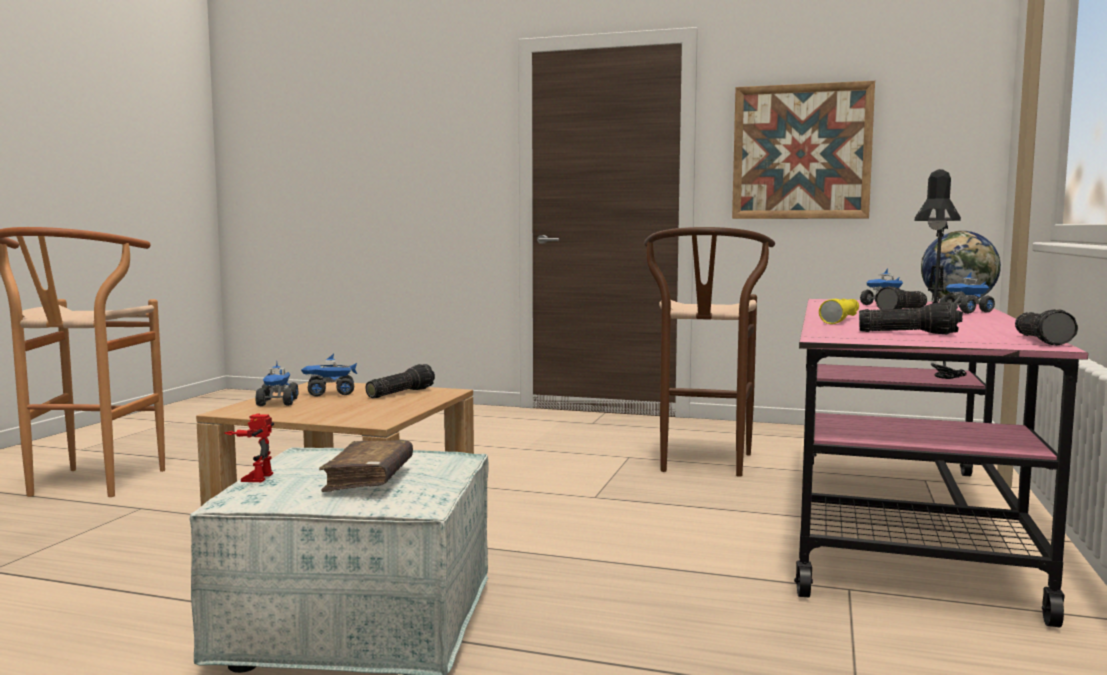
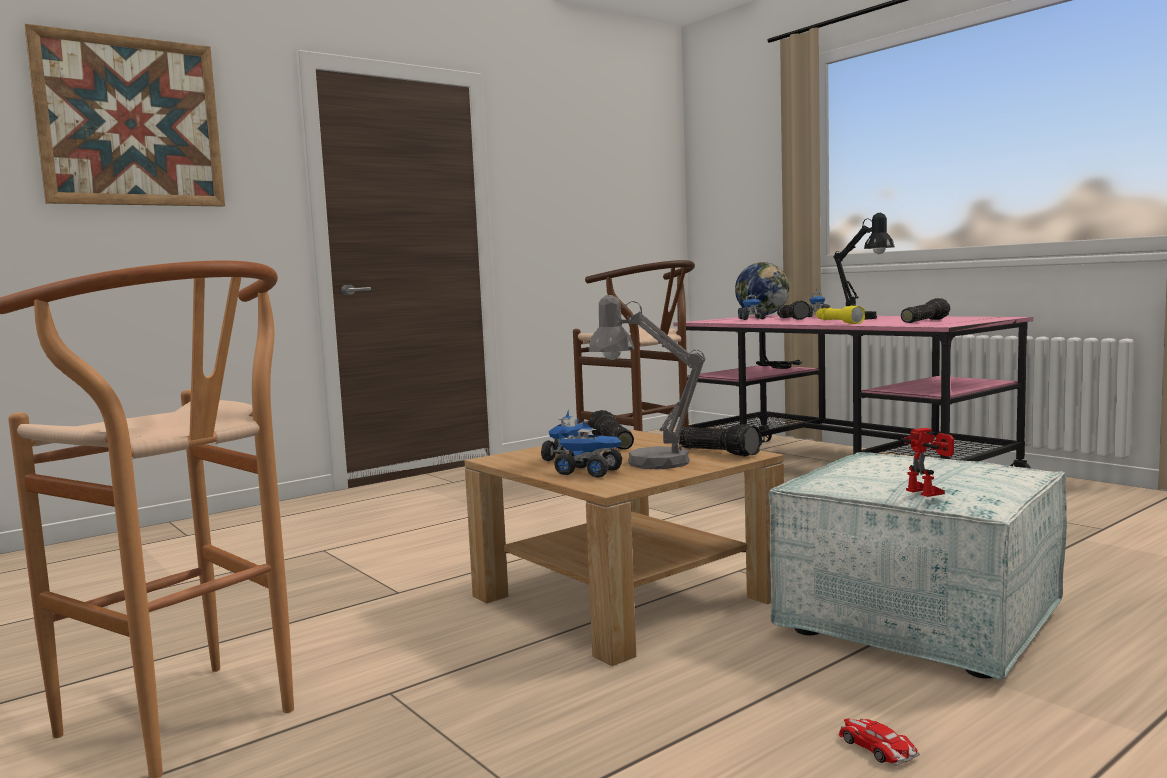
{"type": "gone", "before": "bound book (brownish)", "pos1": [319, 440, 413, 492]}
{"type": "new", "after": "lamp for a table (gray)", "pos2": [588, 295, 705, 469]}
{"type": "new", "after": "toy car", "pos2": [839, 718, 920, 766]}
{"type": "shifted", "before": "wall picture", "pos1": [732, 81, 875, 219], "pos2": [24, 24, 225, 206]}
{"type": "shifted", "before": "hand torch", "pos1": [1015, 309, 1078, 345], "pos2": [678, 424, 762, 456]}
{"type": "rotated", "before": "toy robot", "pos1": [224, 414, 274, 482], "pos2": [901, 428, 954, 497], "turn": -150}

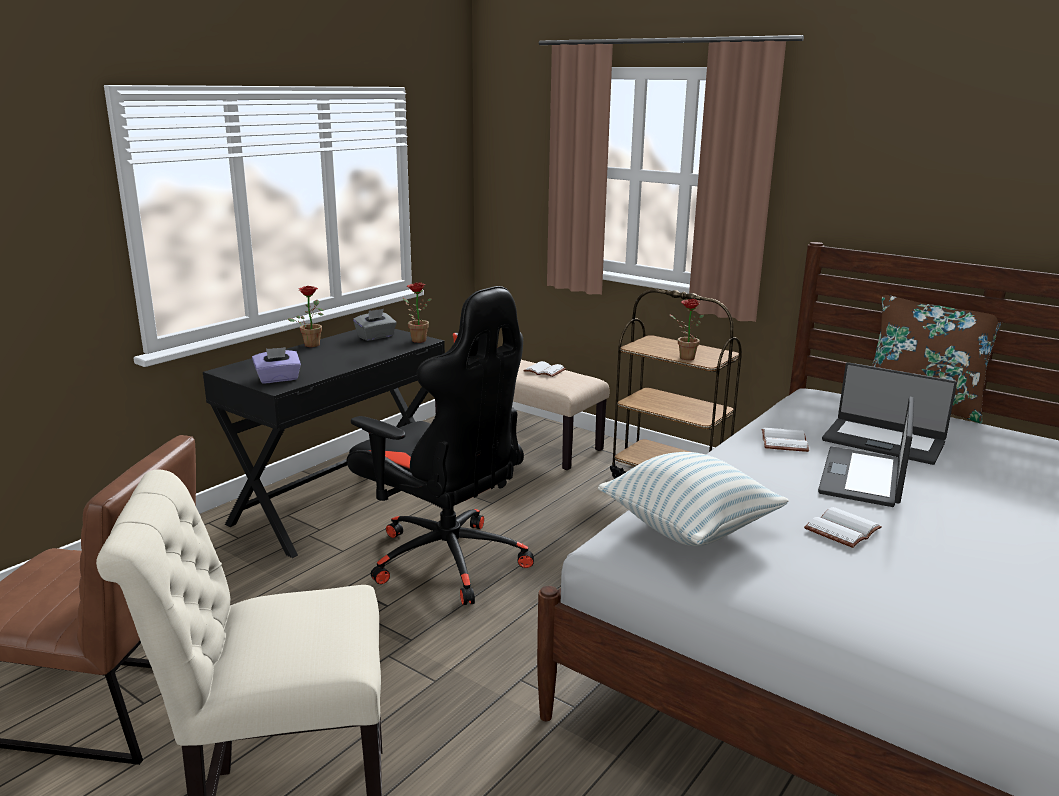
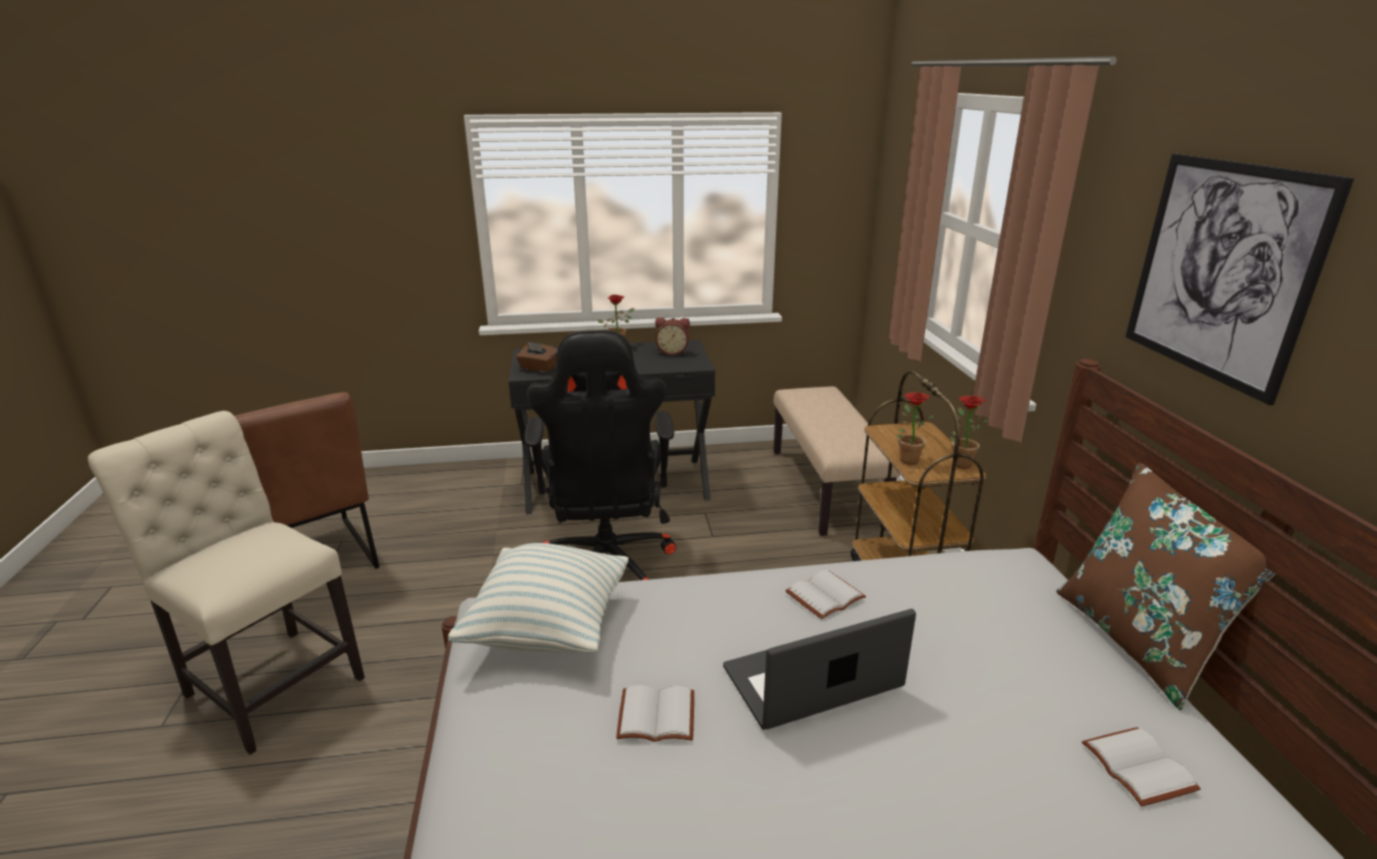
{"type": "gone", "before": "notebook computer", "pos1": [822, 362, 957, 465]}
{"type": "new", "after": "wall picture", "pos2": [1125, 154, 1354, 405]}
{"type": "shifted", "before": "potted plant", "pos1": [403, 282, 432, 343], "pos2": [950, 396, 988, 469]}
{"type": "shifted", "before": "bound book (white)", "pos1": [523, 361, 566, 377], "pos2": [1082, 727, 1201, 807]}
{"type": "swapped", "before": "tissue holder (gray)", "after": "table clock", "pos1": [353, 309, 397, 341], "pos2": [655, 317, 690, 355]}
{"type": "repainted", "before": "tissue holder (purple-coloured)", "after": "tissue holder (brownish)", "pos1": [252, 347, 301, 384], "pos2": [516, 342, 558, 373]}

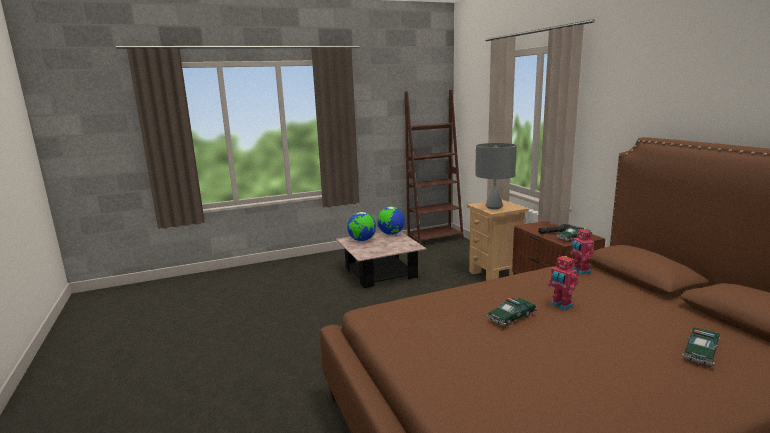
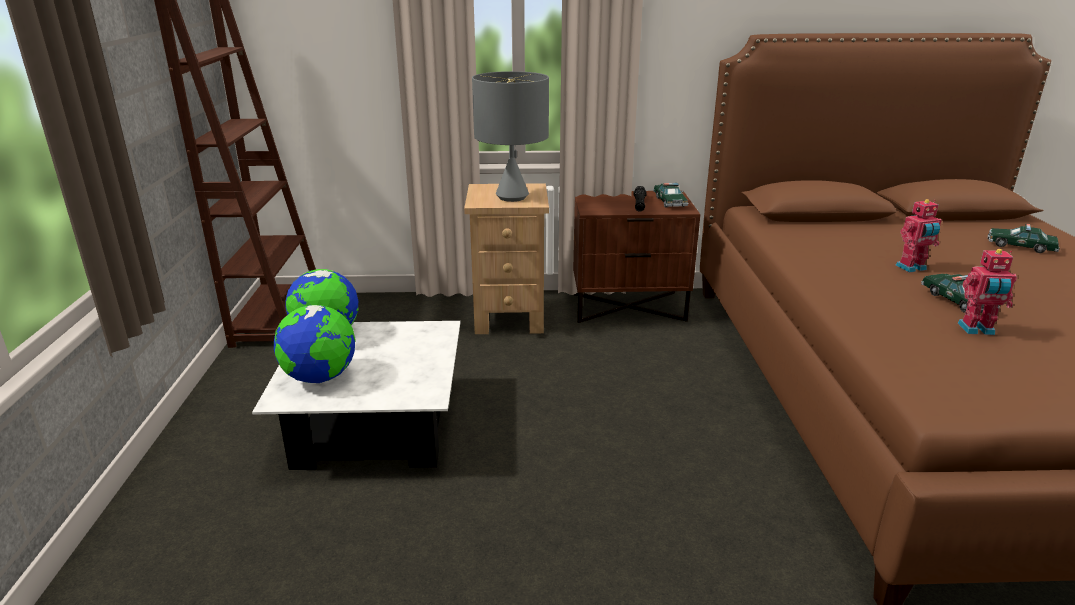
{"type": "shifted", "before": "toy robot", "pos1": [570, 227, 595, 274], "pos2": [958, 249, 1017, 335]}
{"type": "repainted", "before": "low table (pinkish)", "after": "low table (white)", "pos1": [336, 231, 427, 288], "pos2": [252, 321, 461, 470]}
{"type": "rotated", "before": "toy car", "pos1": [682, 327, 721, 366], "pos2": [987, 224, 1059, 253], "turn": 150}

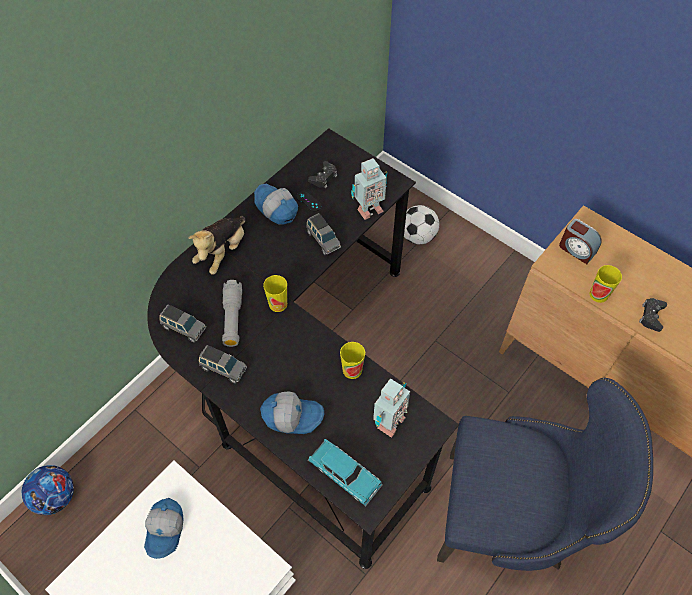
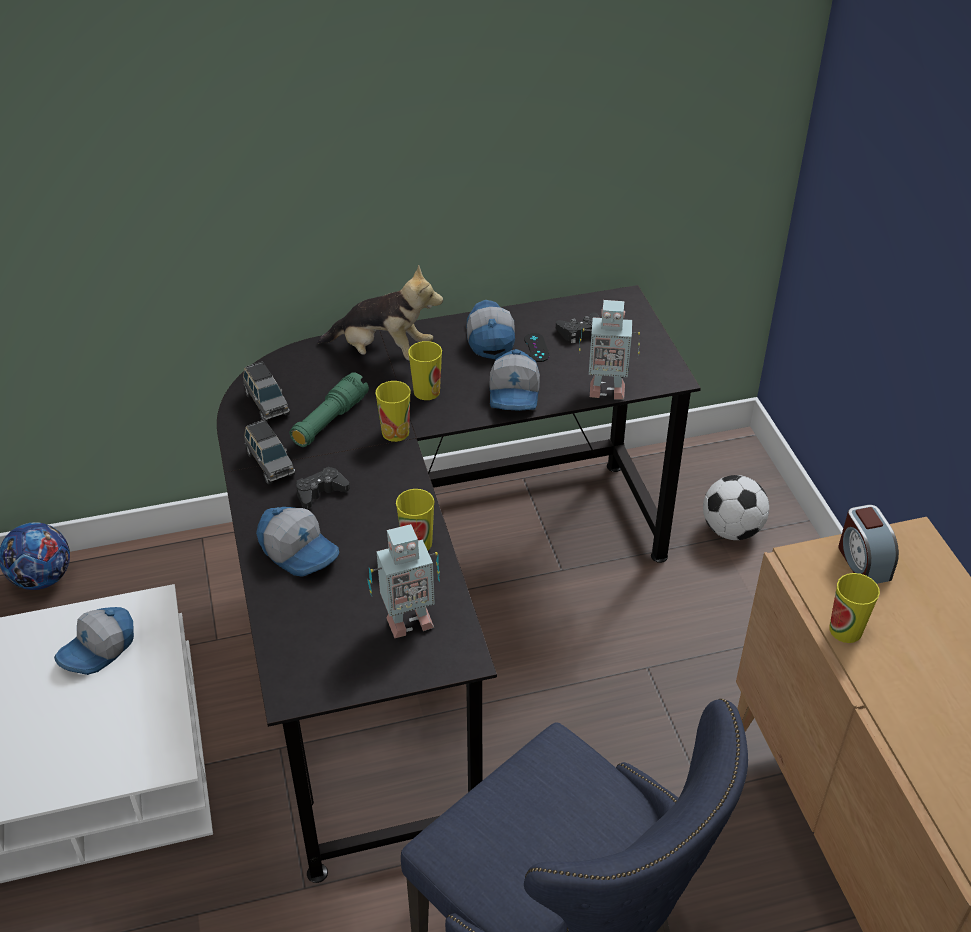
{"type": "gone", "before": "toy car (blue-green)", "pos1": [308, 439, 383, 507]}
{"type": "new", "after": "small cup", "pos2": [408, 341, 442, 400]}
{"type": "shifted", "before": "game controller (black-coloured)", "pos1": [639, 298, 667, 332], "pos2": [296, 467, 350, 509]}
{"type": "swapped", "before": "toy car (gray)", "after": "cap", "pos1": [306, 213, 341, 255], "pos2": [489, 349, 540, 411]}
{"type": "repainted", "before": "hand torch (gray)", "after": "hand torch (green-coloured)", "pos1": [222, 280, 242, 347], "pos2": [290, 372, 369, 447]}
{"type": "rotated", "before": "soft toy", "pos1": [189, 216, 246, 274], "pos2": [317, 265, 443, 361], "turn": -135}

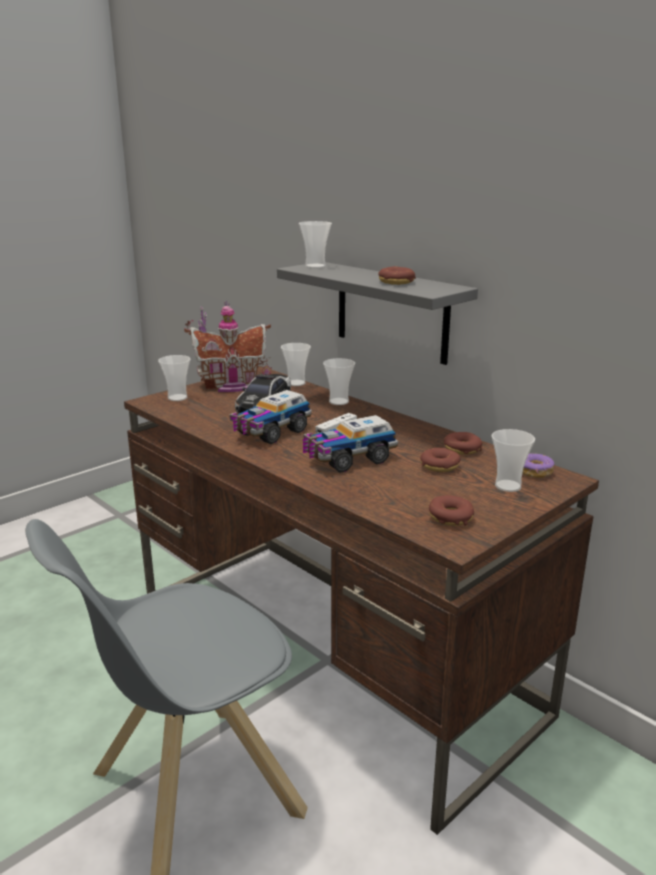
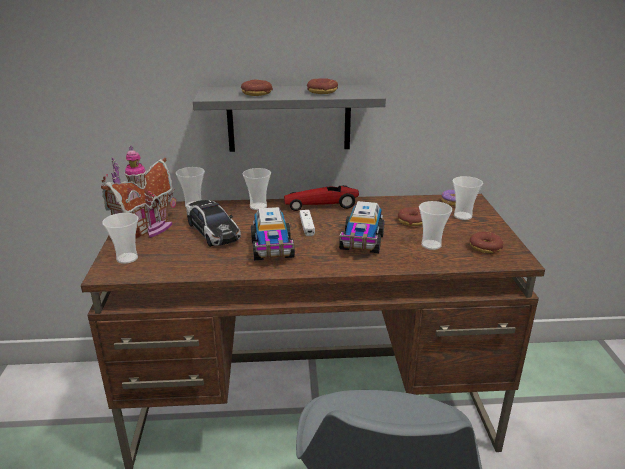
{"type": "new", "after": "toy car", "pos2": [284, 185, 359, 211]}
{"type": "shifted", "before": "small cup", "pos1": [299, 221, 332, 268], "pos2": [419, 201, 452, 250]}
{"type": "shifted", "before": "ring doughnut", "pos1": [444, 432, 482, 455], "pos2": [241, 79, 273, 96]}

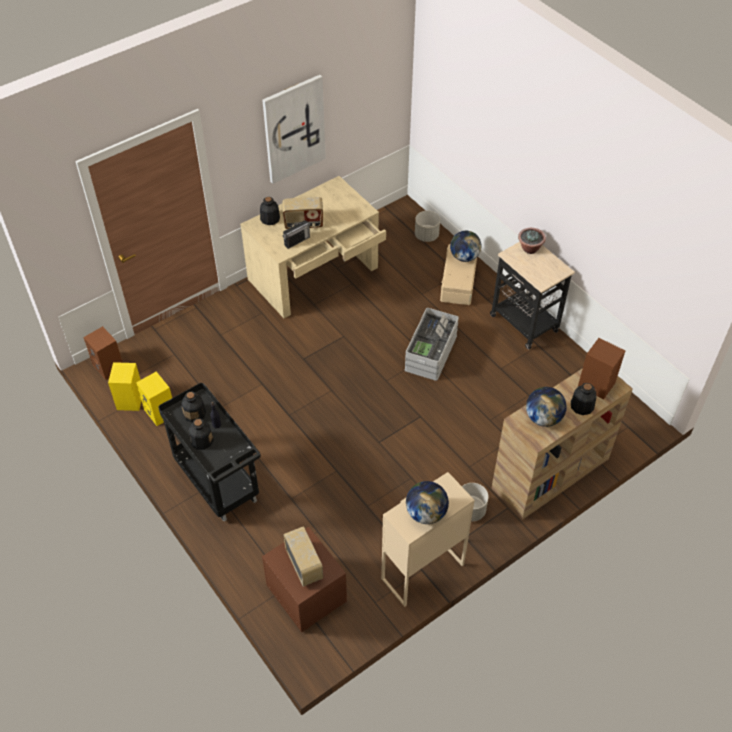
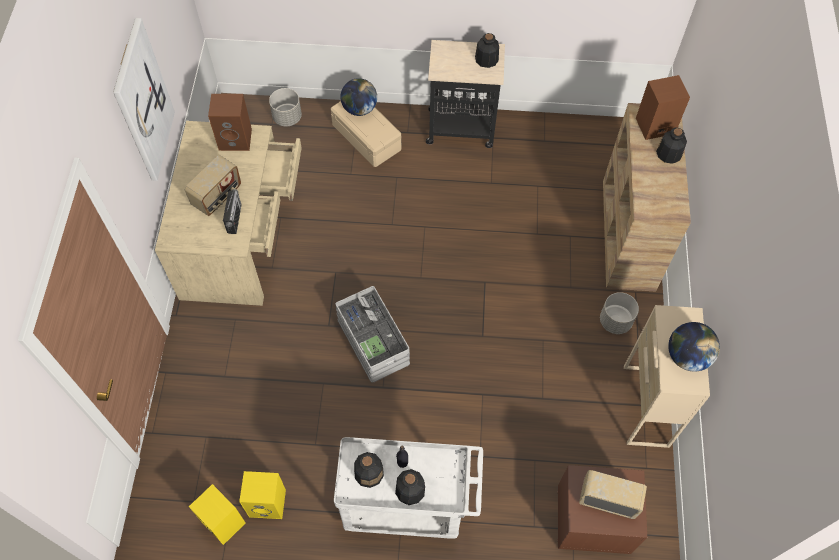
{"type": "gone", "before": "potted plant", "pos1": [518, 228, 546, 254]}
{"type": "gone", "before": "globe", "pos1": [526, 387, 567, 427]}
{"type": "shifted", "before": "audio speaker (brownish)", "pos1": [83, 326, 123, 380], "pos2": [208, 94, 252, 151]}
{"type": "shifted", "before": "beverage bottle", "pos1": [260, 197, 280, 225], "pos2": [475, 33, 499, 68]}
{"type": "shifted", "before": "storage box (gray)", "pos1": [404, 308, 459, 381], "pos2": [335, 286, 410, 383]}
{"type": "repainted", "before": "cart (black-coloured)", "after": "cart (white)", "pos1": [158, 383, 261, 521], "pos2": [334, 437, 483, 539]}

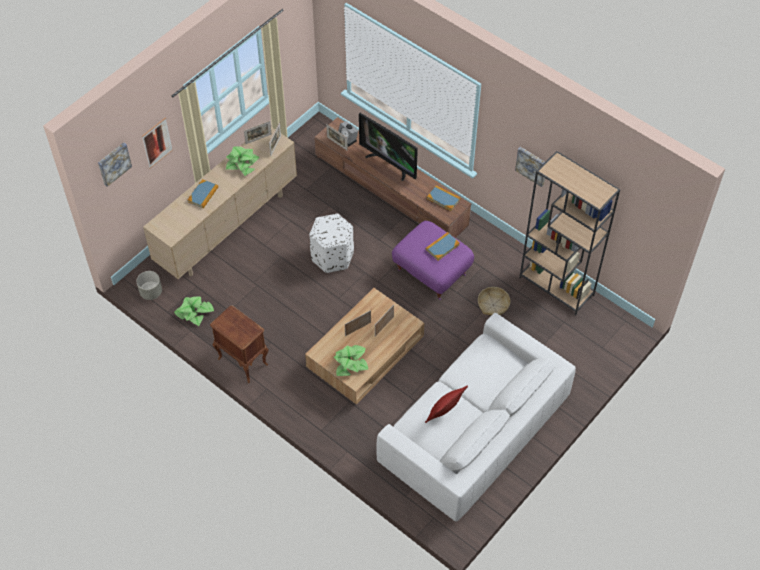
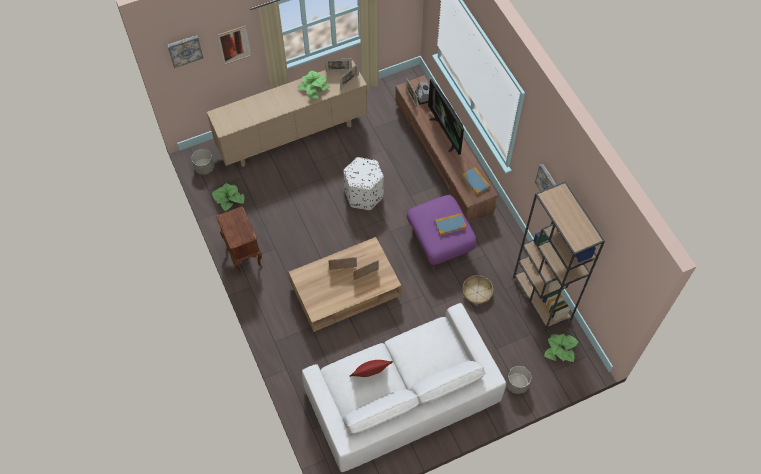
{"type": "gone", "before": "bound book", "pos1": [188, 179, 218, 208]}
{"type": "new", "after": "planter (gray)", "pos2": [506, 366, 531, 394]}
{"type": "shifted", "before": "potted plant", "pos1": [334, 345, 368, 376], "pos2": [544, 334, 579, 362]}

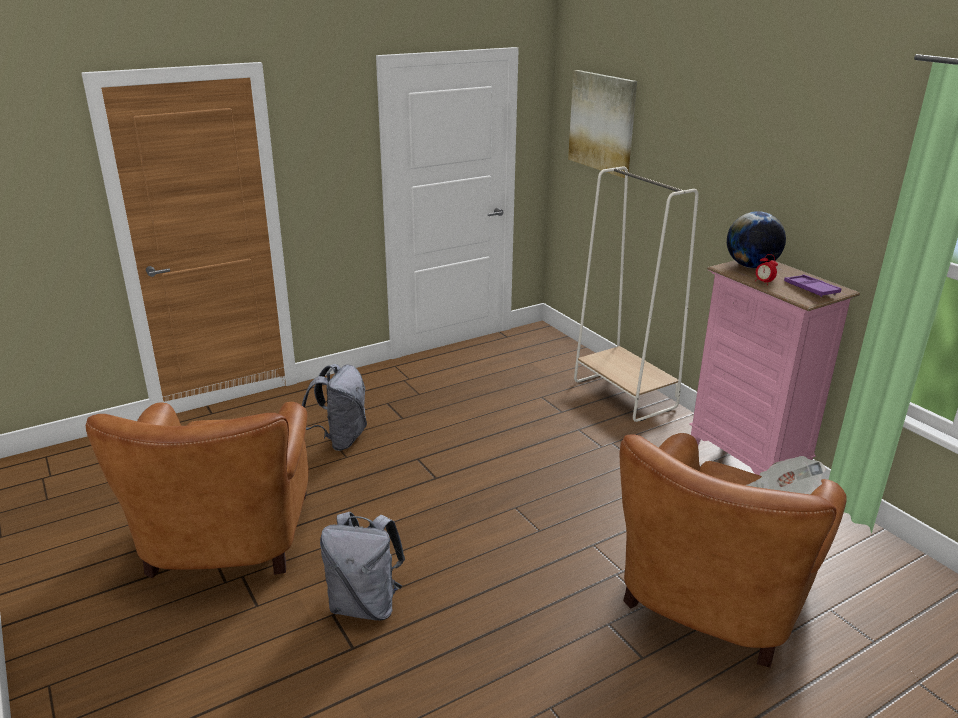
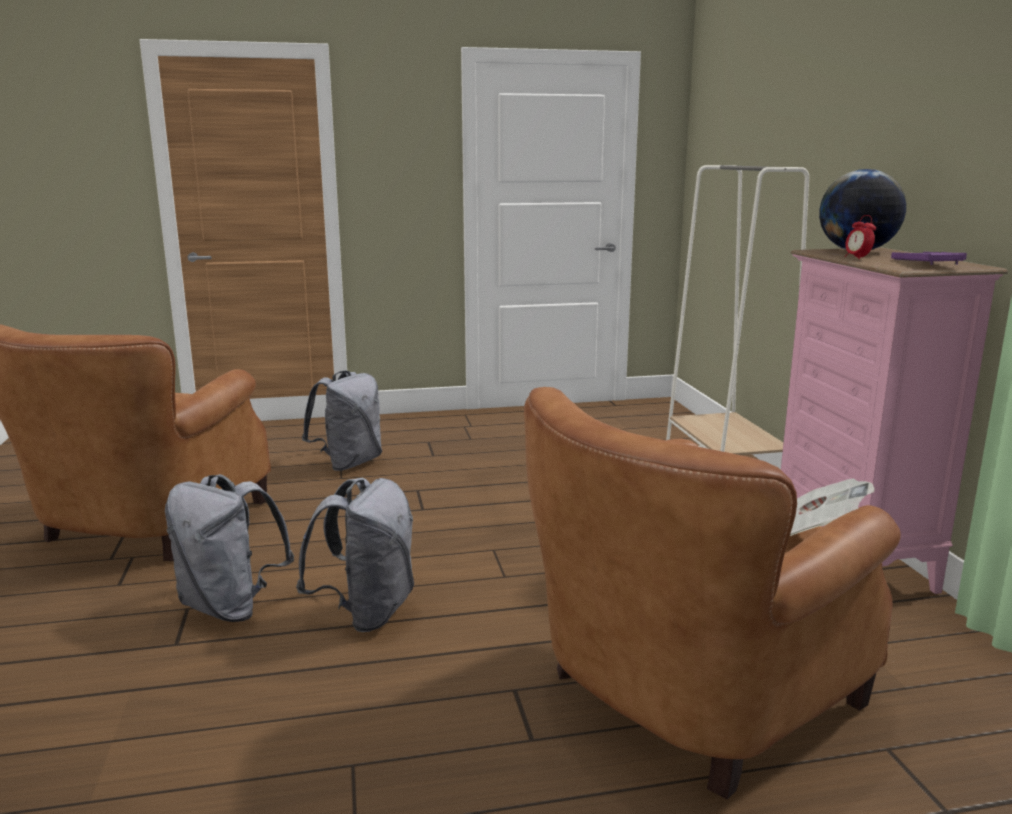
{"type": "gone", "before": "wall picture", "pos1": [568, 70, 637, 178]}
{"type": "new", "after": "backpack (gray)", "pos2": [296, 478, 414, 632]}

